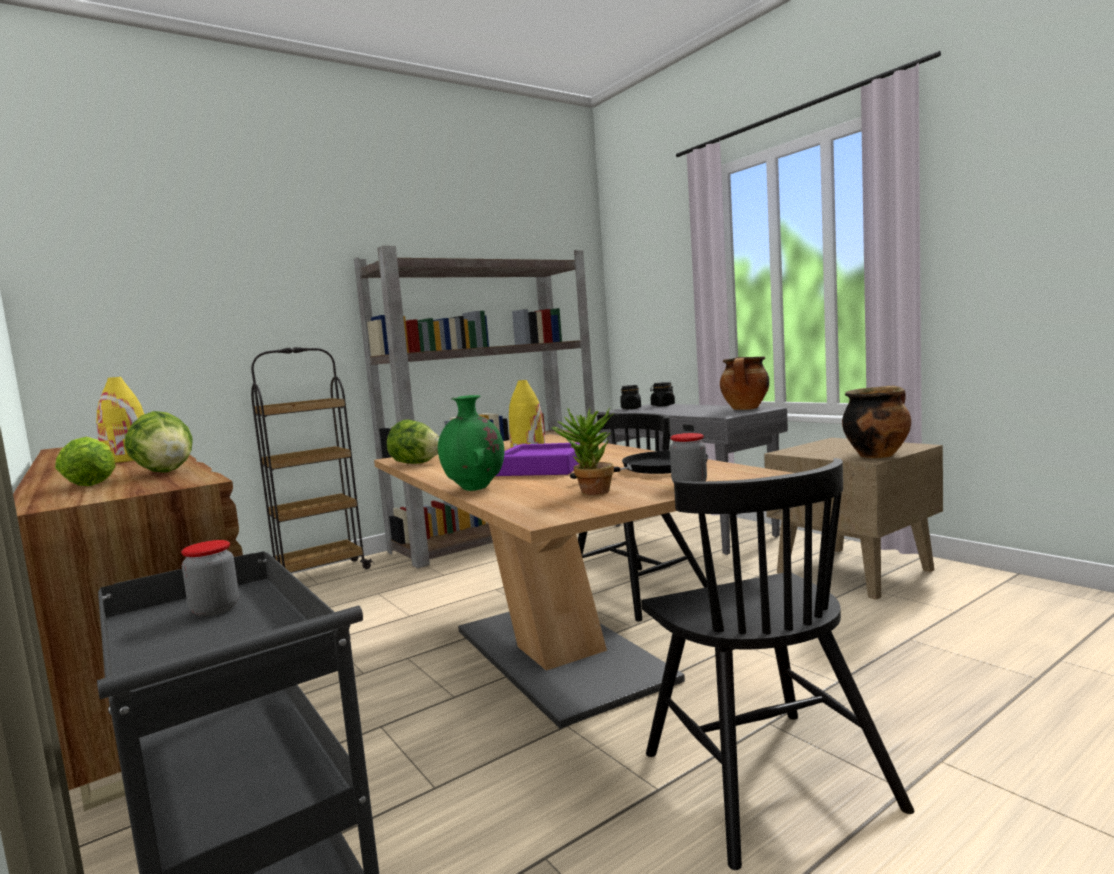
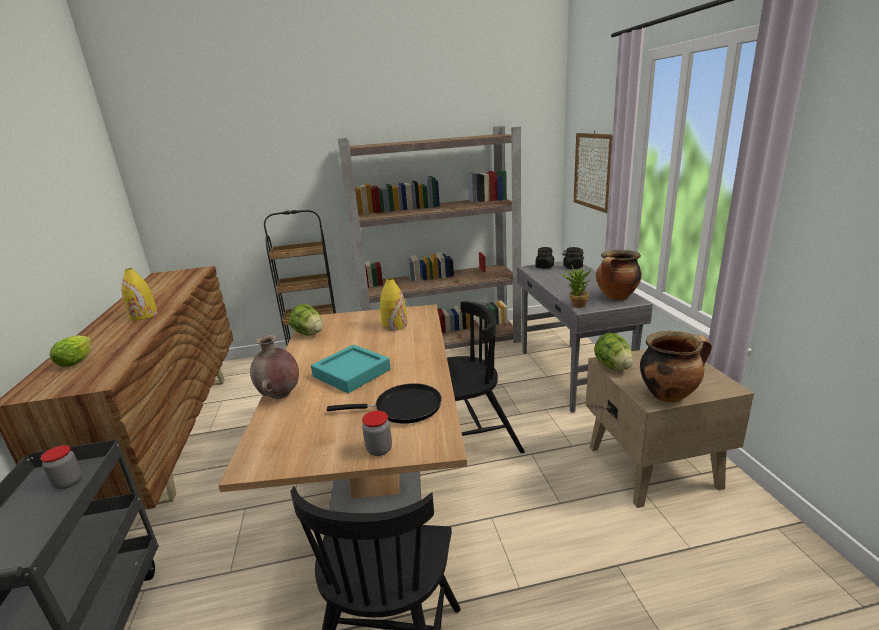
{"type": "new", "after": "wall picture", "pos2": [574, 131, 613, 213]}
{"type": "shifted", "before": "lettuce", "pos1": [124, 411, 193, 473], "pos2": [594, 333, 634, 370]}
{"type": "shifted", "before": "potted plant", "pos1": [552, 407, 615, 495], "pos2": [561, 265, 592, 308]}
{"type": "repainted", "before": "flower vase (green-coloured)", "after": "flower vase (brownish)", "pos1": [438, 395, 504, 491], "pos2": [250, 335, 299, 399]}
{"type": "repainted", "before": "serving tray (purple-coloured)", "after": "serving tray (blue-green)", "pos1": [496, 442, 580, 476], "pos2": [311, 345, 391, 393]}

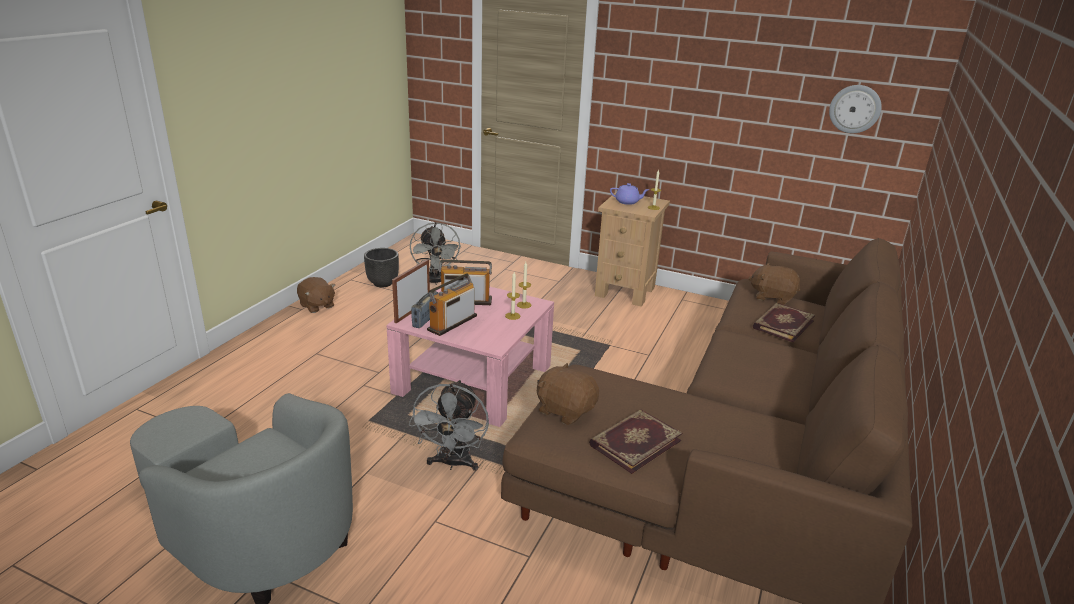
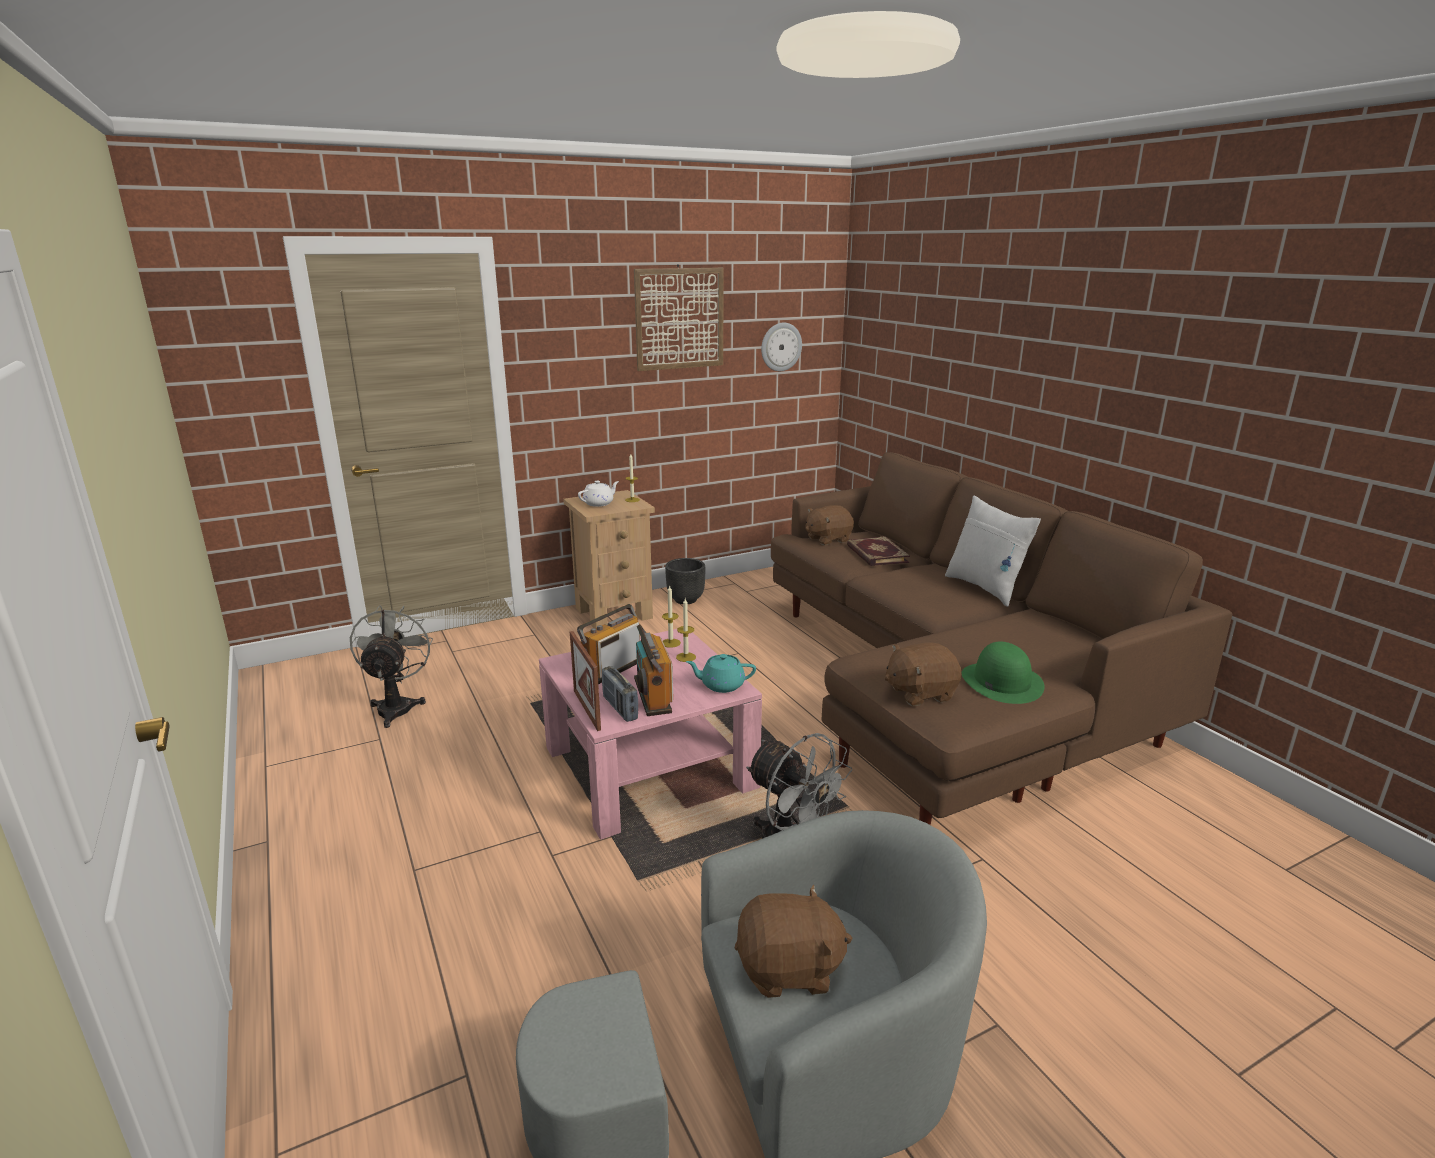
{"type": "new", "after": "wall picture", "pos2": [634, 264, 724, 371]}
{"type": "new", "after": "teapot (blue-green)", "pos2": [686, 654, 756, 693]}
{"type": "new", "after": "throw pillow (gray)", "pos2": [945, 495, 1041, 607]}
{"type": "shifted", "before": "soft toy (brownish)", "pos1": [297, 277, 335, 313], "pos2": [735, 885, 852, 998]}
{"type": "shifted", "before": "planter (black-coloured)", "pos1": [364, 248, 399, 287], "pos2": [665, 558, 705, 604]}
{"type": "swapped", "before": "bound book", "after": "hat (green-coloured)", "pos1": [589, 409, 682, 474], "pos2": [962, 641, 1045, 704]}
{"type": "repainted", "before": "teapot (purple-coloured)", "after": "teapot (white)", "pos1": [610, 183, 649, 205], "pos2": [578, 481, 619, 507]}
{"type": "rotated", "before": "fan (gray)", "pos1": [410, 222, 461, 285], "pos2": [350, 605, 433, 728], "turn": -120}

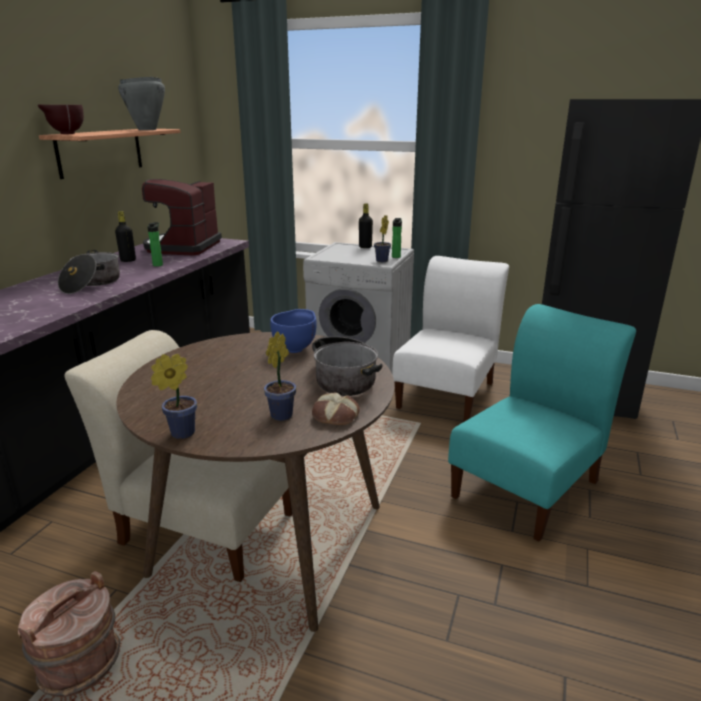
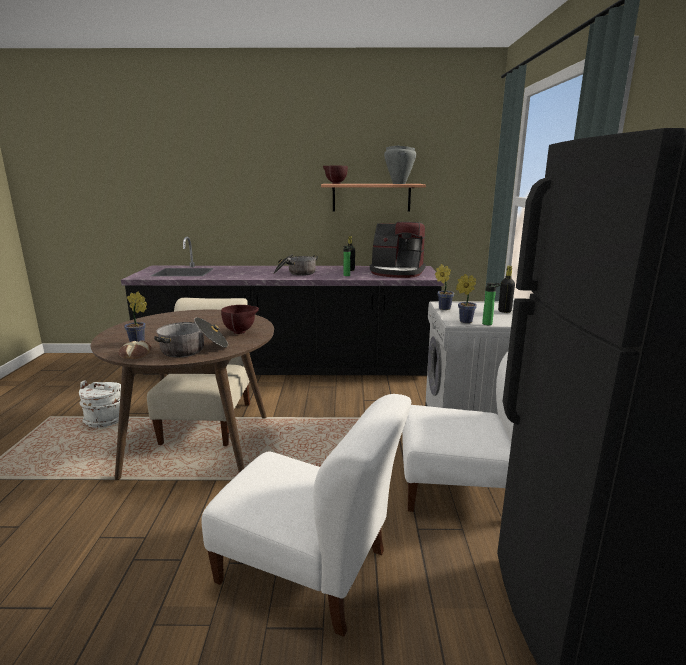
{"type": "shifted", "before": "potted plant", "pos1": [151, 354, 197, 439], "pos2": [435, 264, 454, 310]}
{"type": "repainted", "before": "pail (brownish)", "after": "pail (white)", "pos1": [18, 571, 120, 697], "pos2": [79, 381, 121, 428]}
{"type": "repainted", "before": "deep dish (blue)", "after": "deep dish (brownish)", "pos1": [270, 309, 317, 353], "pos2": [221, 305, 259, 334]}
{"type": "repainted", "before": "plain chair (blue-green)", "after": "plain chair (white)", "pos1": [448, 304, 636, 541], "pos2": [201, 394, 411, 637]}
{"type": "rotated", "before": "coffee machine", "pos1": [142, 179, 222, 255], "pos2": [370, 222, 426, 278], "turn": -150}

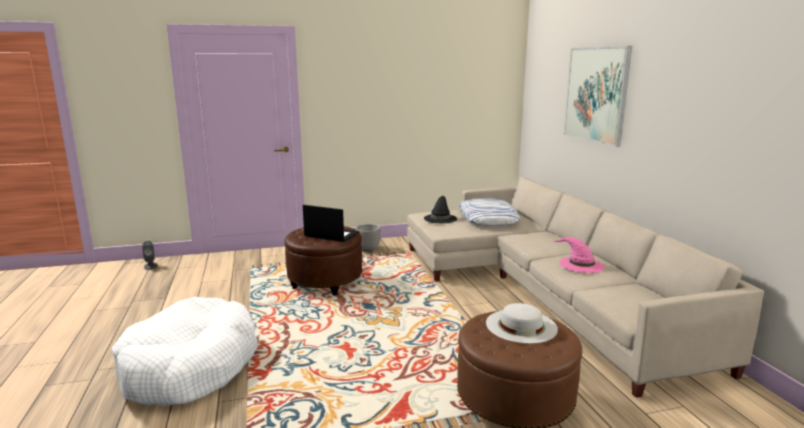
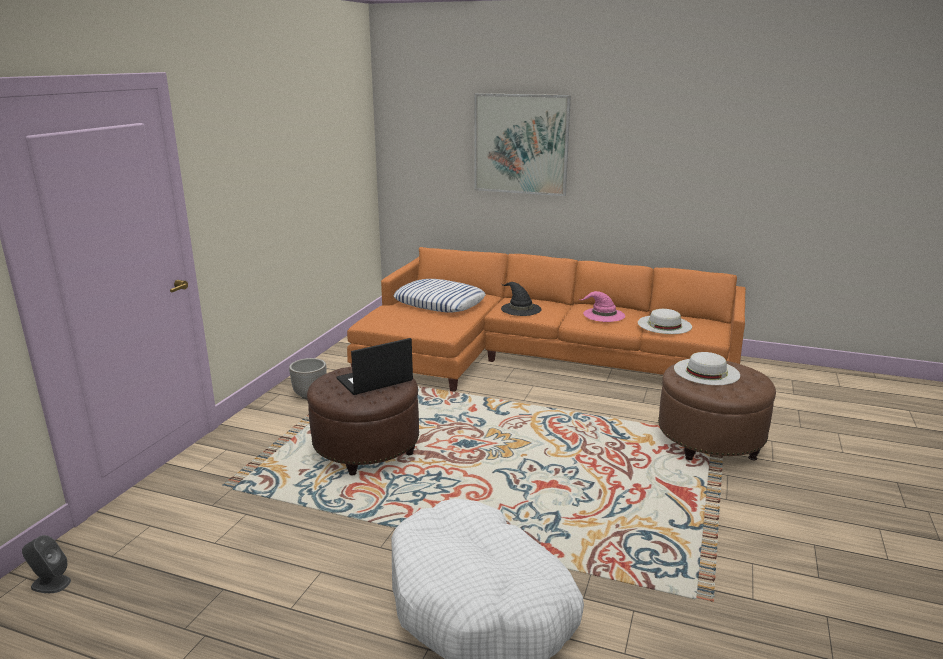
{"type": "new", "after": "hat (white)", "pos2": [638, 309, 692, 334]}
{"type": "shifted", "before": "hat (black-coloured)", "pos1": [424, 196, 457, 223], "pos2": [501, 282, 542, 316]}
{"type": "repainted", "before": "couch (beige)", "after": "couch (orange-coloured)", "pos1": [407, 177, 764, 398], "pos2": [347, 247, 746, 392]}

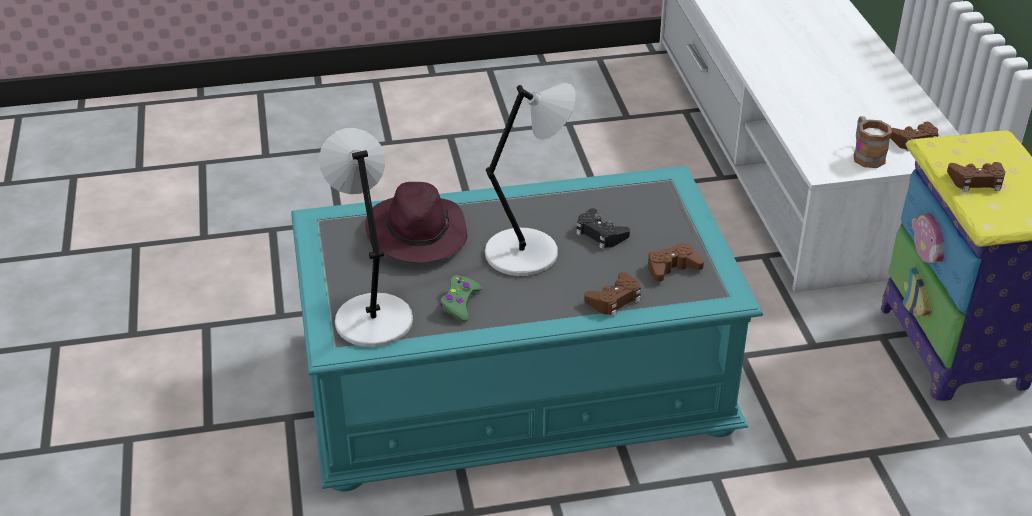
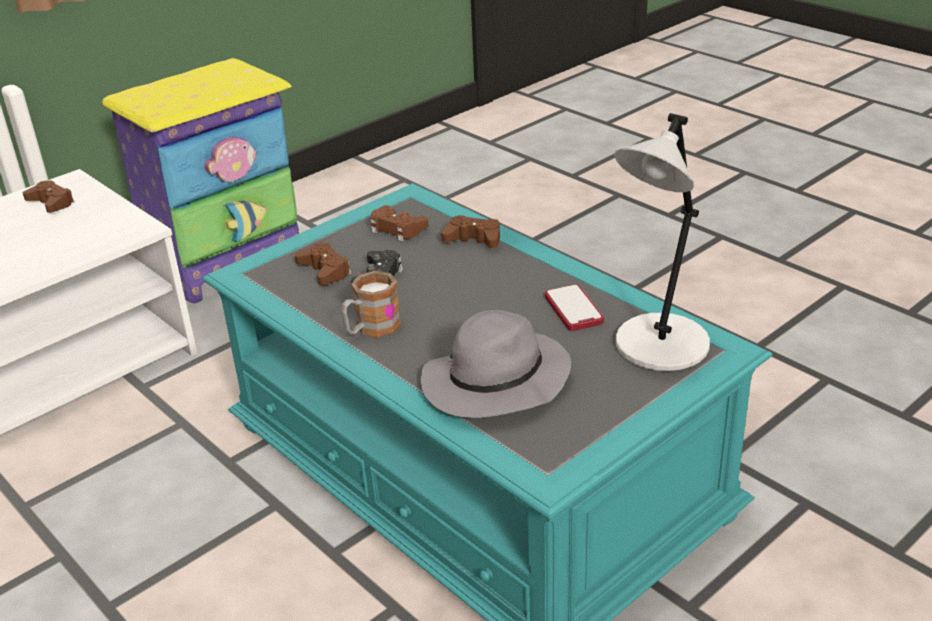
{"type": "gone", "before": "lamp for a table (gray)", "pos1": [485, 83, 576, 276]}
{"type": "shifted", "before": "tea mug", "pos1": [854, 116, 892, 168], "pos2": [341, 271, 401, 338]}
{"type": "shifted", "before": "game controller (brownish)", "pos1": [947, 162, 1005, 192], "pos2": [295, 242, 351, 285]}
{"type": "swapped", "before": "game controller (green-coloured)", "after": "handset", "pos1": [440, 275, 482, 322], "pos2": [545, 284, 604, 331]}
{"type": "repainted", "before": "hat (purple-coloured)", "after": "hat (gray)", "pos1": [365, 182, 468, 263], "pos2": [421, 310, 571, 418]}

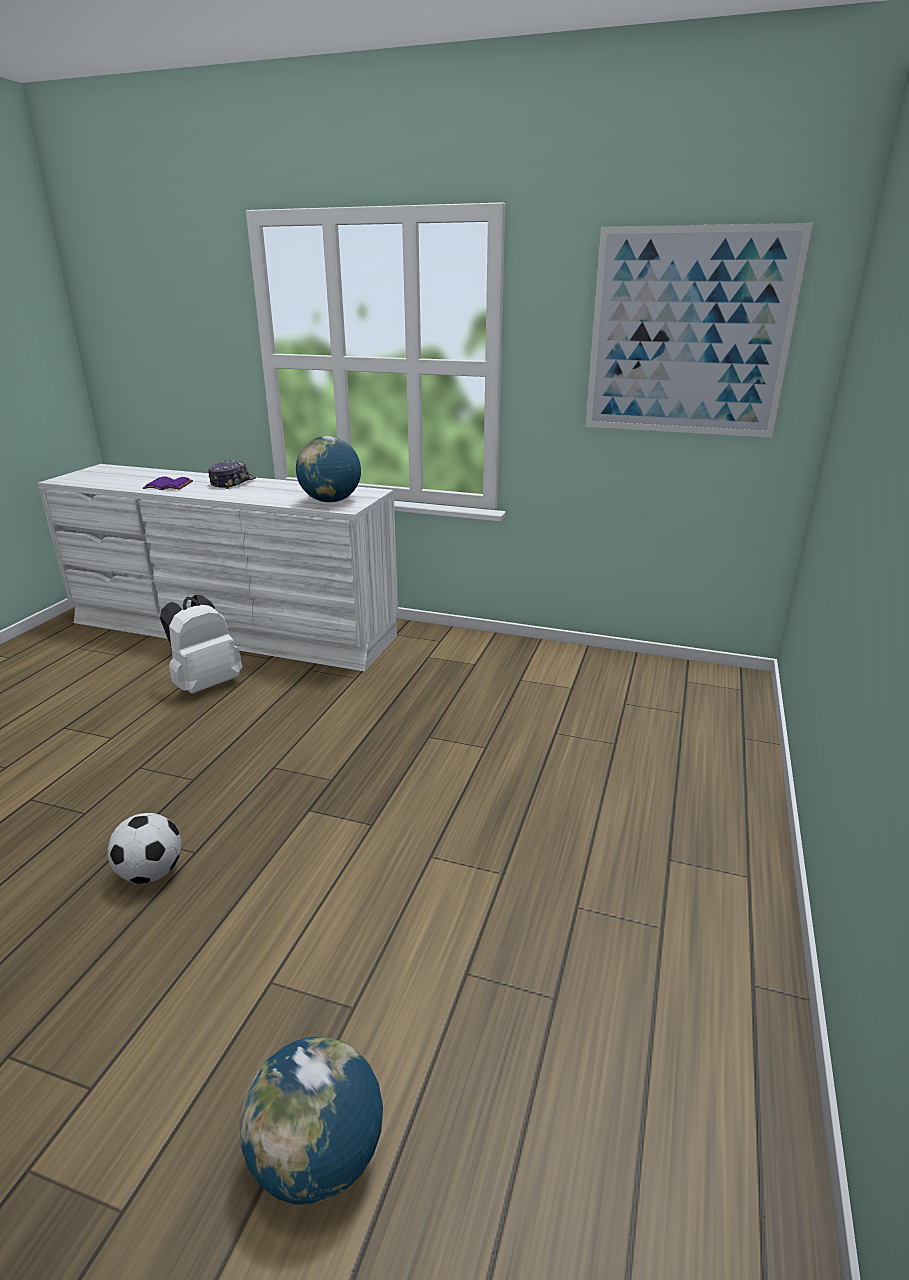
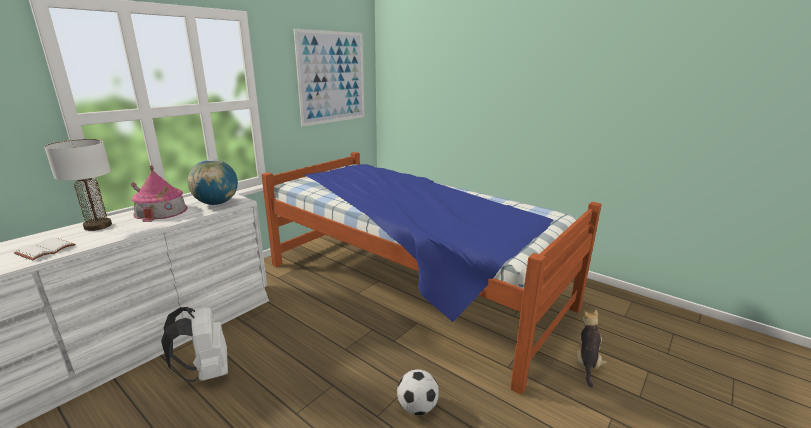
{"type": "new", "after": "toy house", "pos2": [131, 165, 188, 222]}
{"type": "new", "after": "bedroom bed", "pos2": [261, 152, 602, 395]}
{"type": "swapped", "before": "cap", "after": "lamp for a table", "pos1": [208, 460, 256, 489], "pos2": [44, 139, 112, 231]}
{"type": "swapped", "before": "globe", "after": "soft toy", "pos1": [240, 1037, 383, 1204], "pos2": [576, 310, 607, 388]}
{"type": "repainted", "before": "bound book (purple-coloured)", "after": "bound book (white)", "pos1": [143, 476, 193, 490], "pos2": [14, 237, 76, 260]}

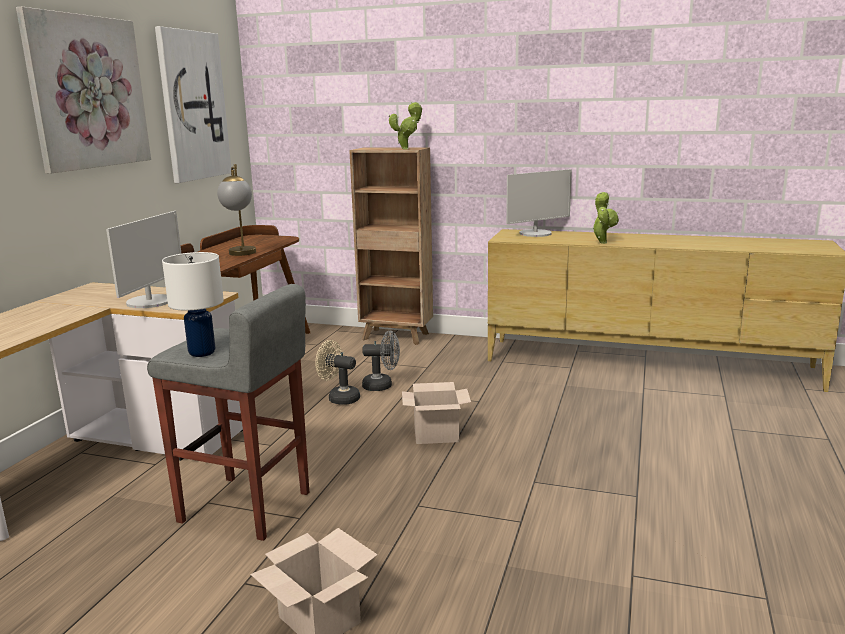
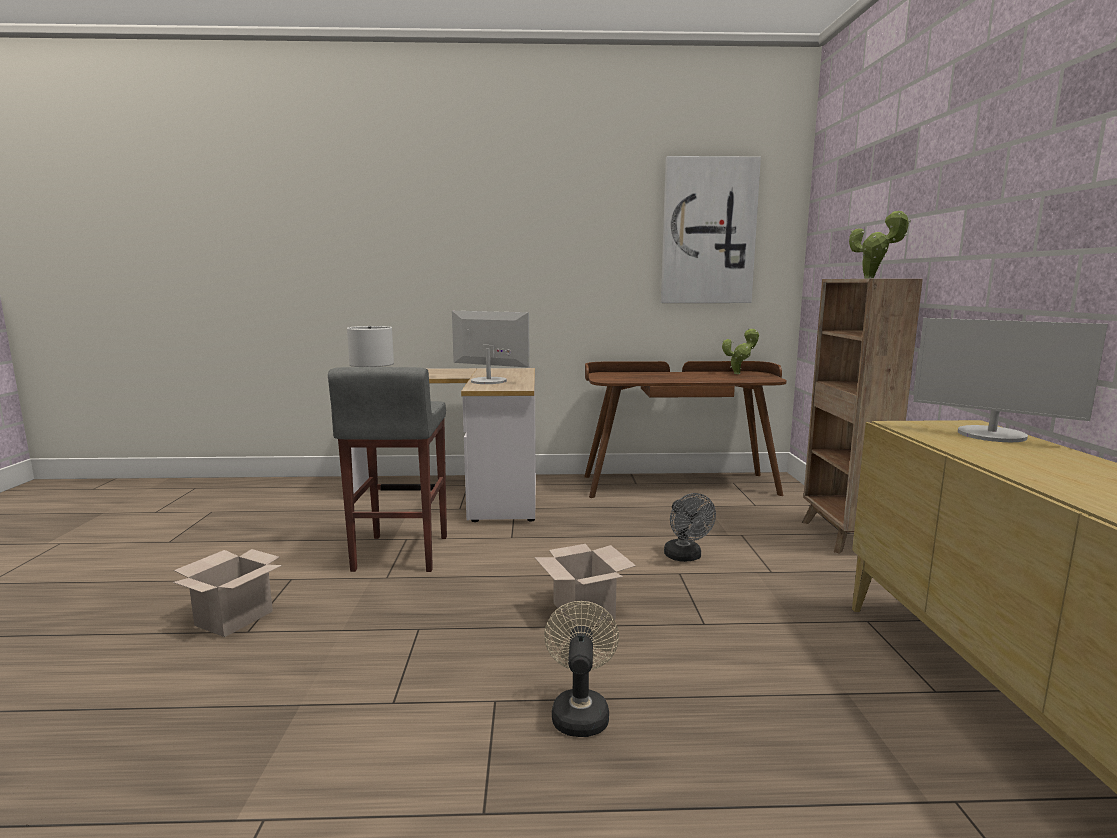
{"type": "gone", "before": "wall picture", "pos1": [16, 7, 151, 174]}
{"type": "gone", "before": "lamp for a table", "pos1": [217, 164, 256, 256]}
{"type": "shifted", "before": "fan (beige)", "pos1": [315, 340, 360, 405], "pos2": [544, 601, 619, 737]}
{"type": "shifted", "before": "potted plant", "pos1": [592, 192, 619, 244], "pos2": [722, 328, 759, 374]}
{"type": "rotated", "before": "monitor", "pos1": [106, 211, 182, 308], "pos2": [452, 311, 530, 384], "turn": -150}

